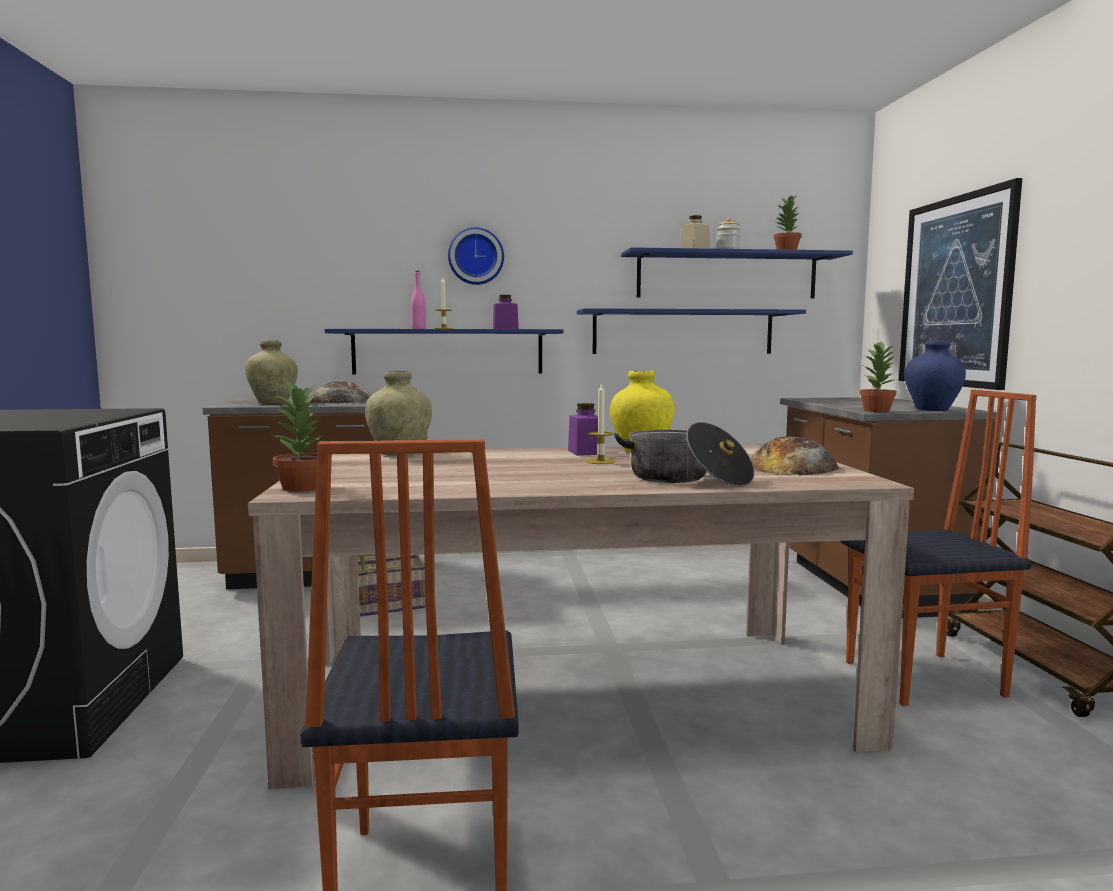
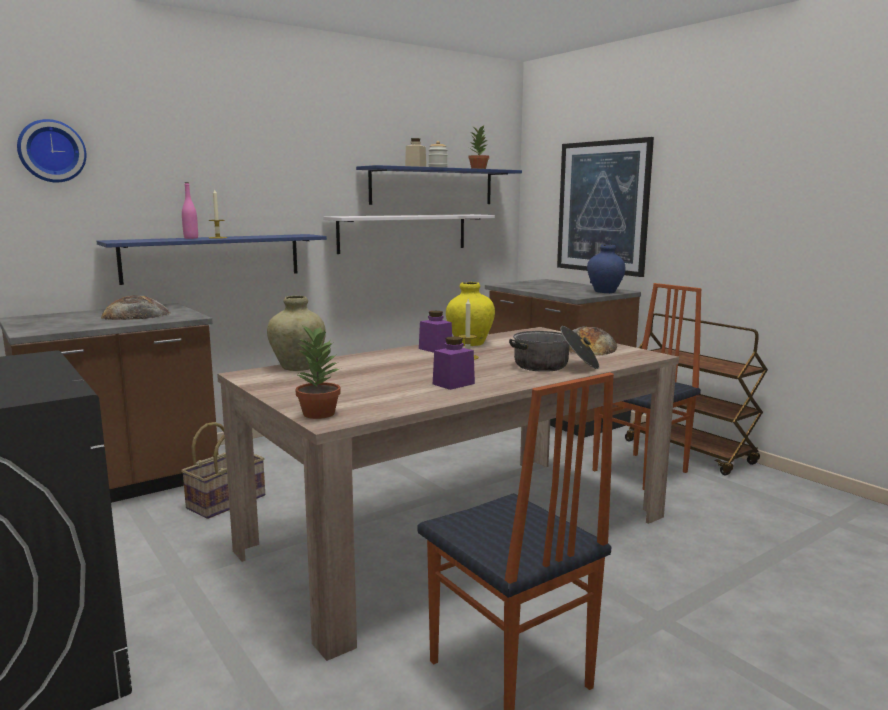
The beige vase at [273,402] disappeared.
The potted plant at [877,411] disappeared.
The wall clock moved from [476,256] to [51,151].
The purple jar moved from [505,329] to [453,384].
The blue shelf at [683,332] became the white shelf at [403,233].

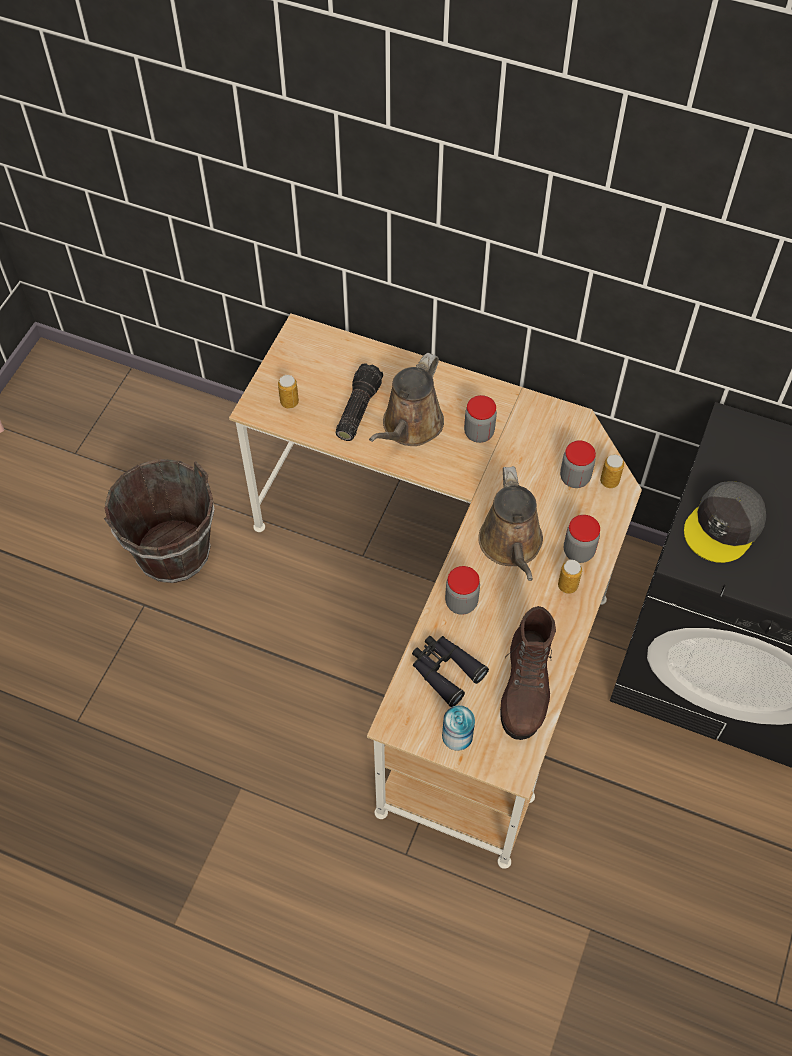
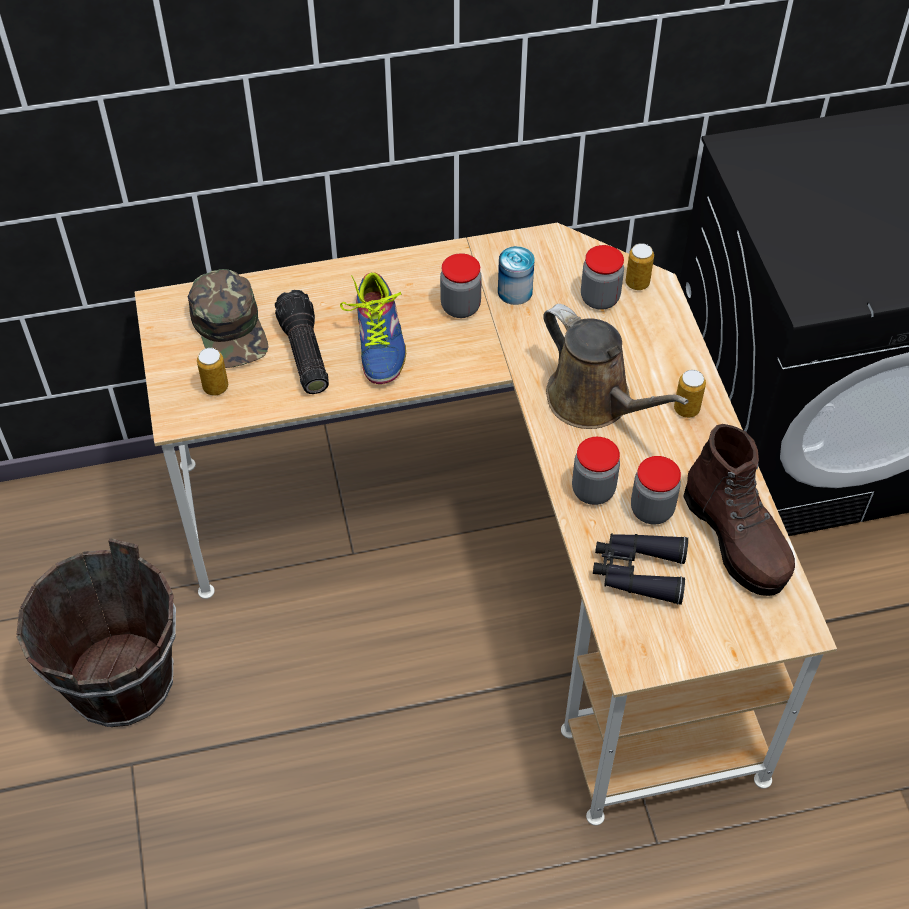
The grey cap at [724,526] disappeared.
The green cap at [230,327] appeared.
The can moved from [457,736] to [515,291].
The jar moved from [578,551] to [652,510].
The brown watering can at [410,427] was replaced by the shoe at [379,340].

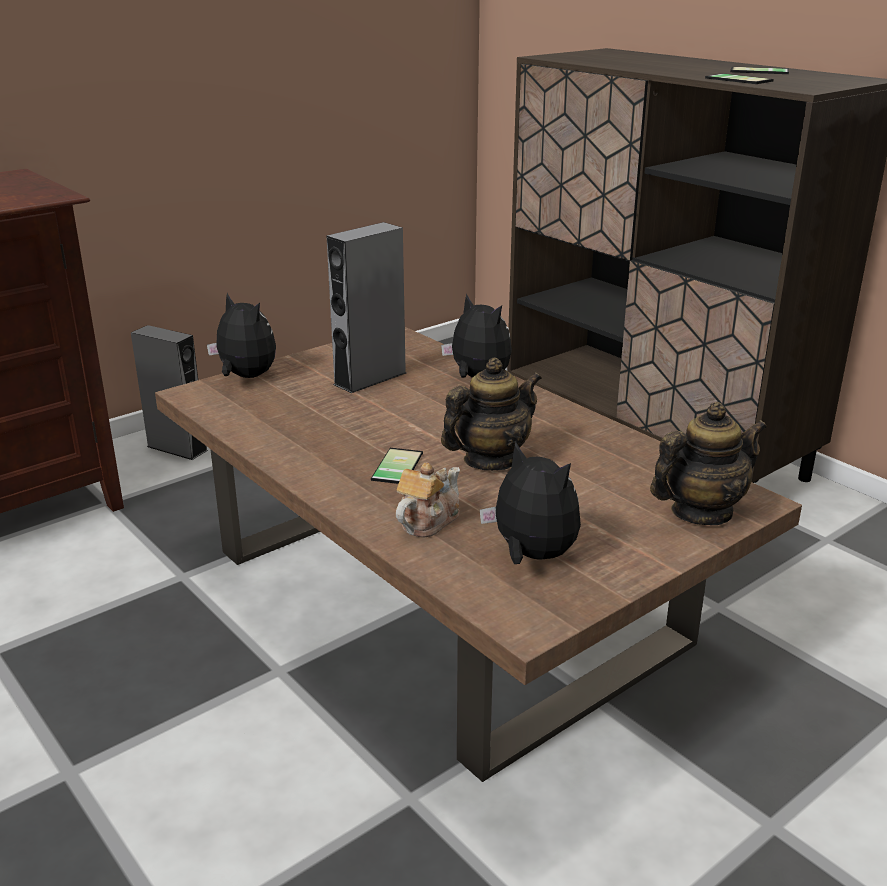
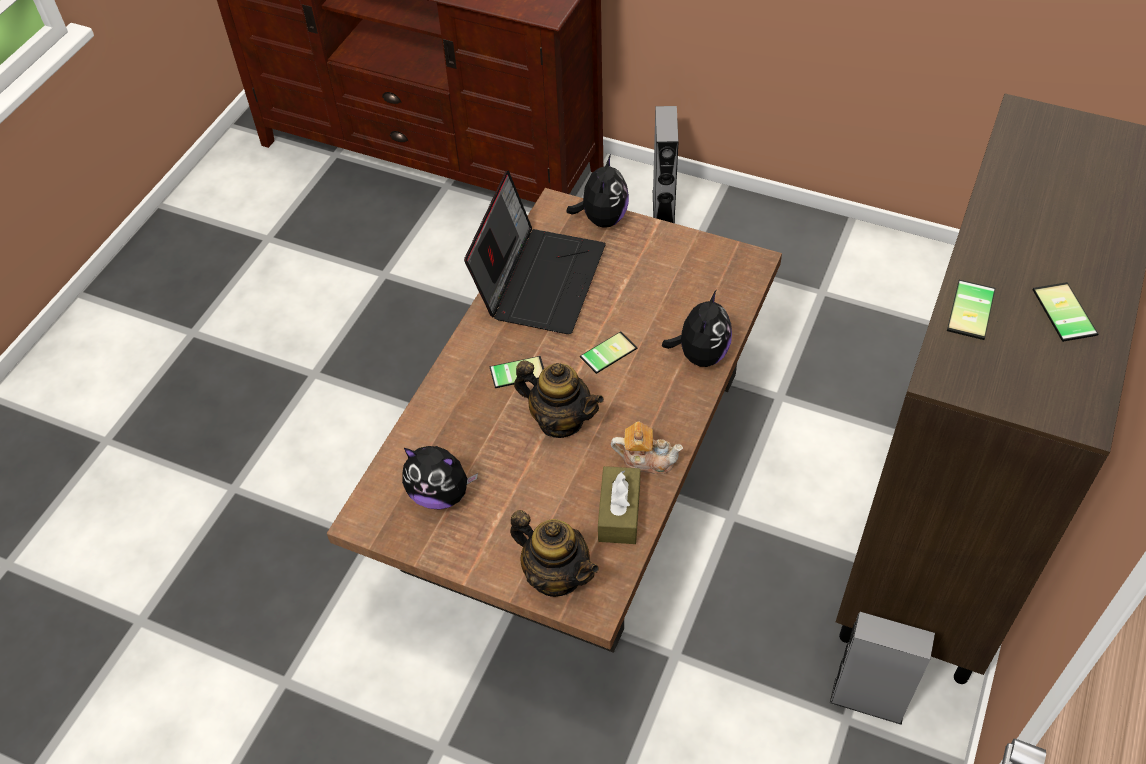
The laptop at [539,279] appeared.
The phone at [606,351] appeared.
The brown tissue box at [619,513] appeared.
The grey speaker moved from [370,378] to [867,700].
The teapot moved from [427,521] to [646,459].
The plush toy at [531,556] turned 90 degrees clockwise.

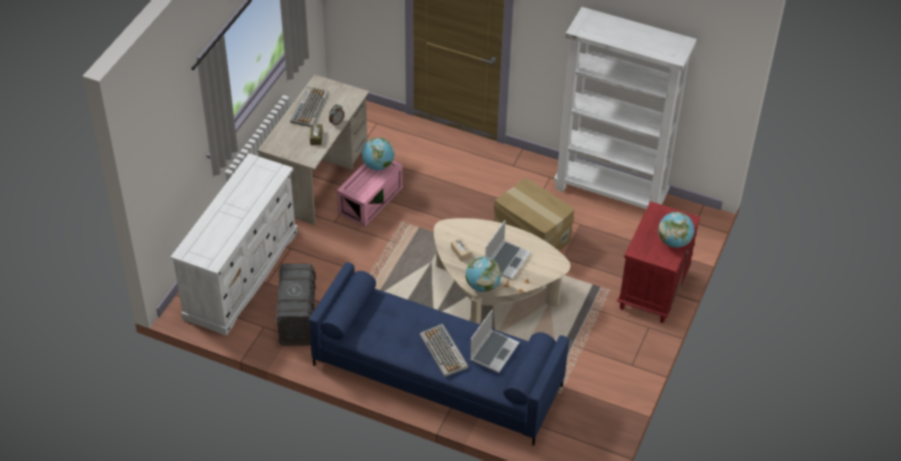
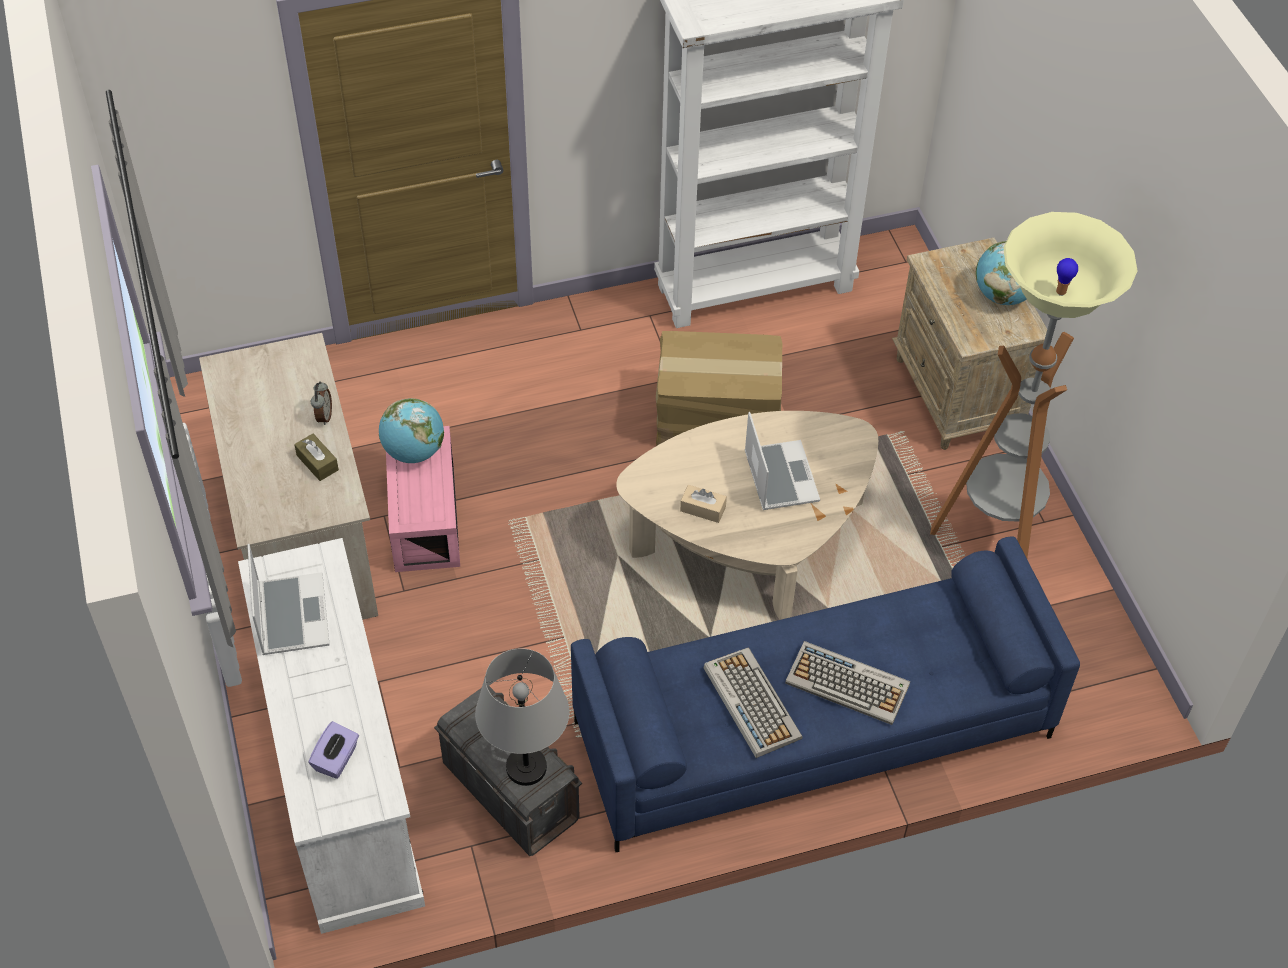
The globe at [482,286] disappeared.
The purple tissue box at [336,759] appeared.
The grey table lamp at [527,767] appeared.
The floor lamp at [993,542] appeared.
The keyboard moved from [309,107] to [750,702].
The laptop moved from [494,351] to [291,614].
The red nightstand at [653,291] became the beige nightstand at [957,395].

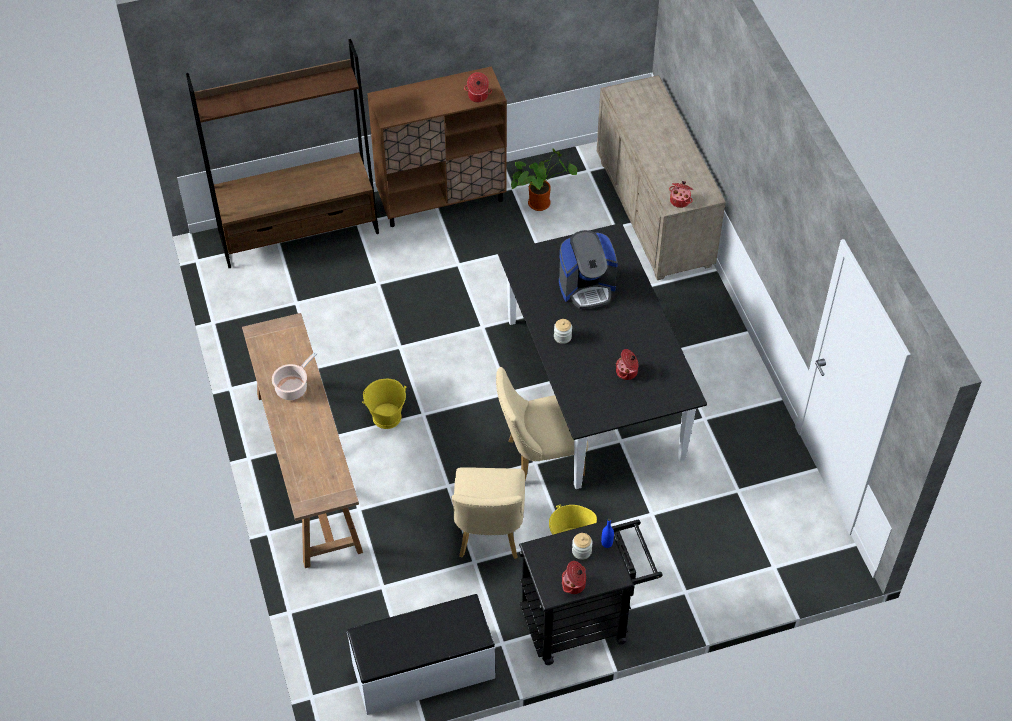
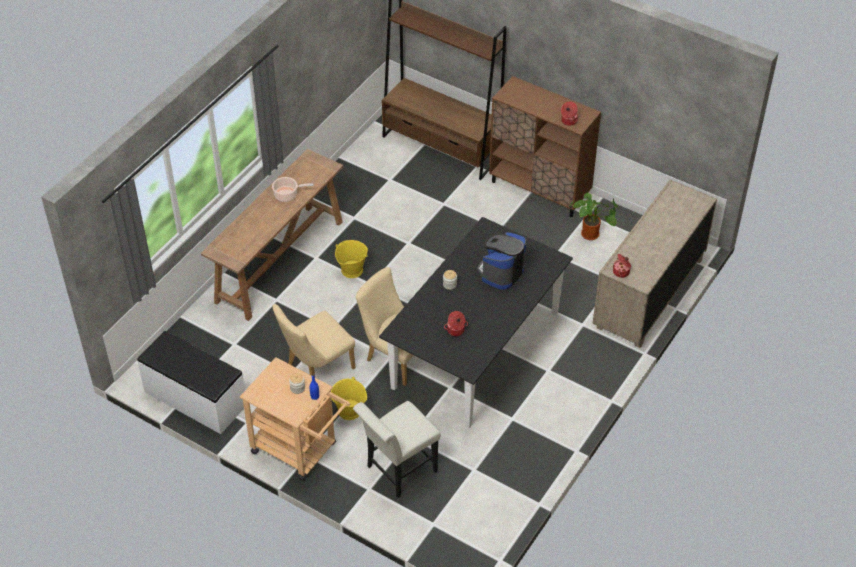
The cooking pot at [574,584] disappeared.
The white chair at [398,471] appeared.
The black cart at [583,620] became the beige cart at [300,451].
The coffee machine at [587,287] turned 90 degrees clockwise.

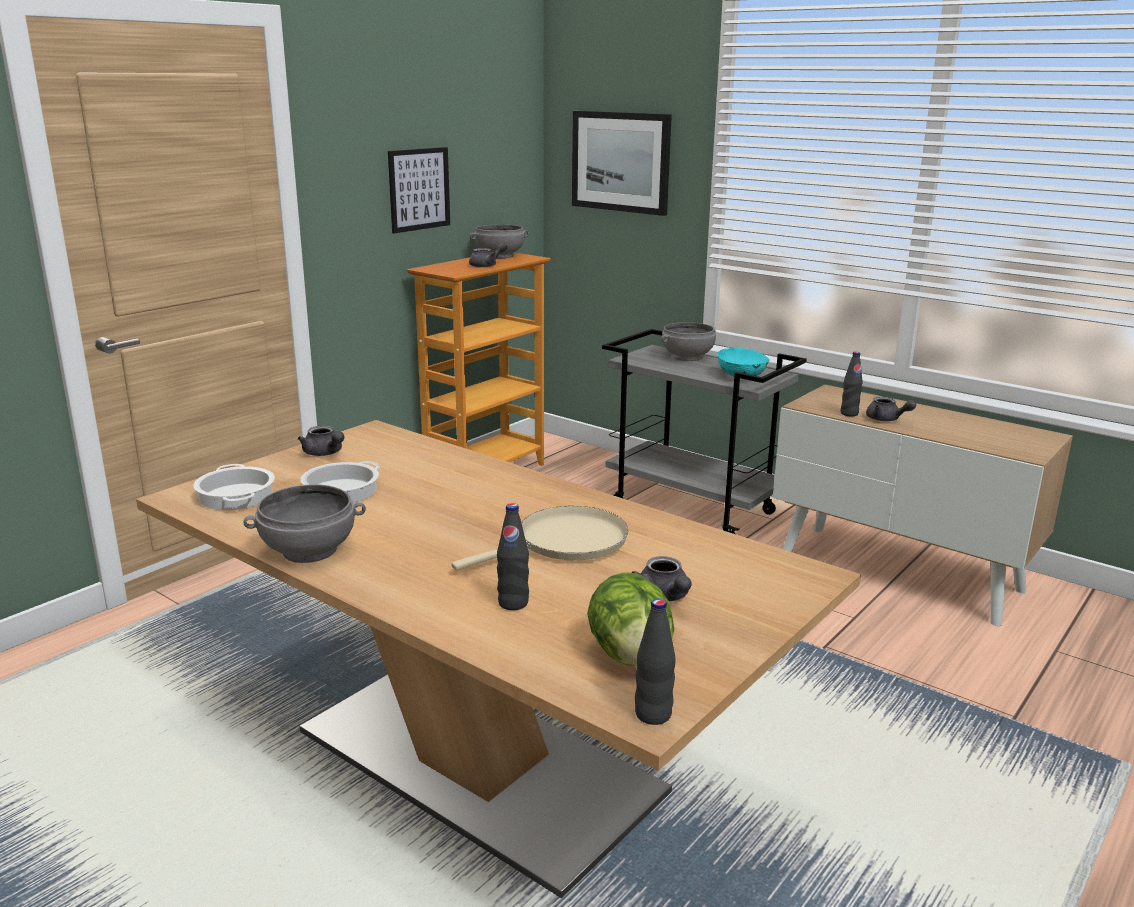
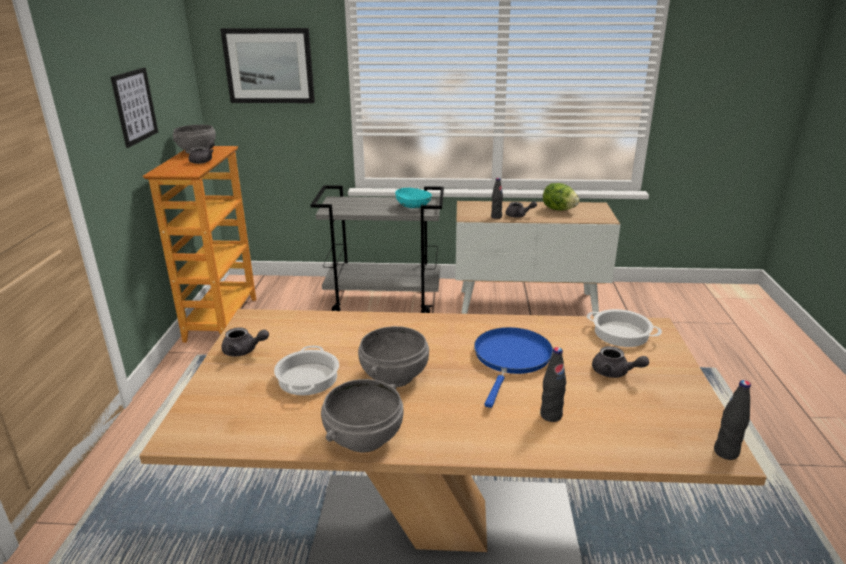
The cooking pot moved from [235,496] to [620,333].
The lettuce moved from [631,656] to [559,209].
The grey bowl moved from [687,357] to [395,376].
The beige frying pan at [565,543] became the blue frying pan at [511,359].

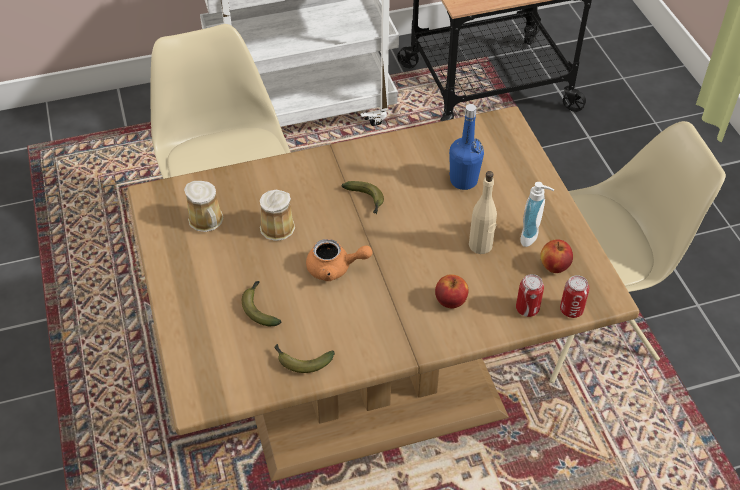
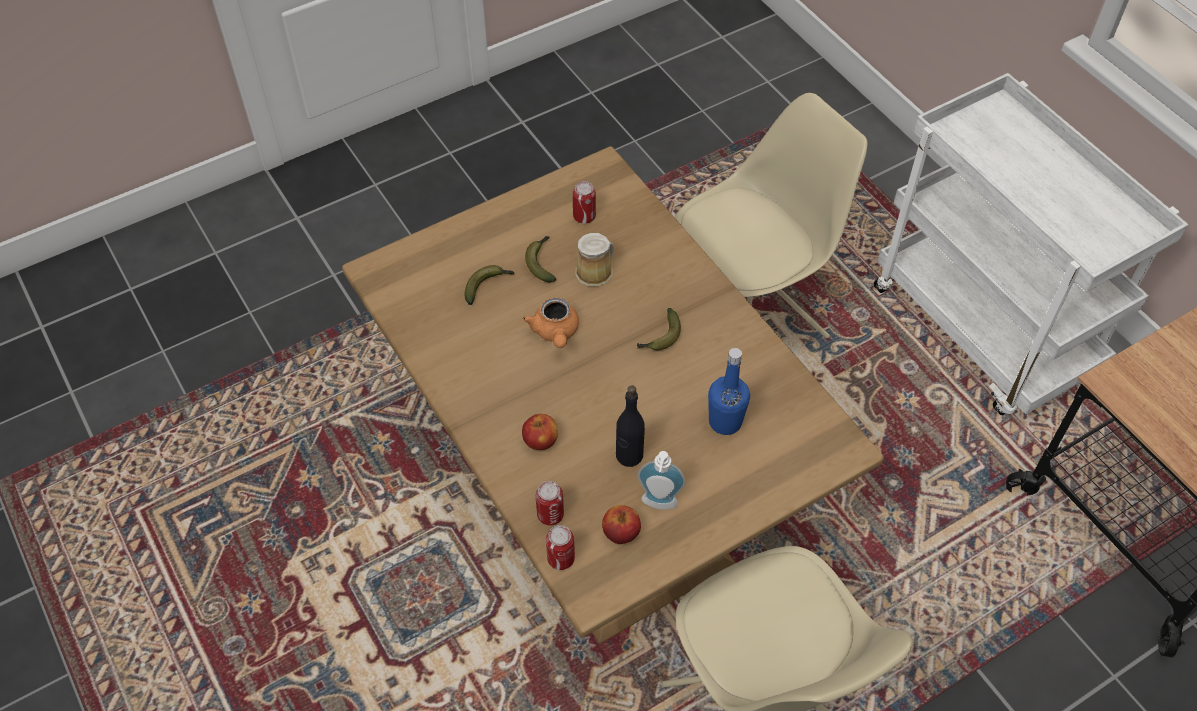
The banana moved from [301,361] to [542,262].
The mug at [207,221] was replaced by the can at [584,216].
The beige bottle at [480,245] became the black bottle at [629,455].

